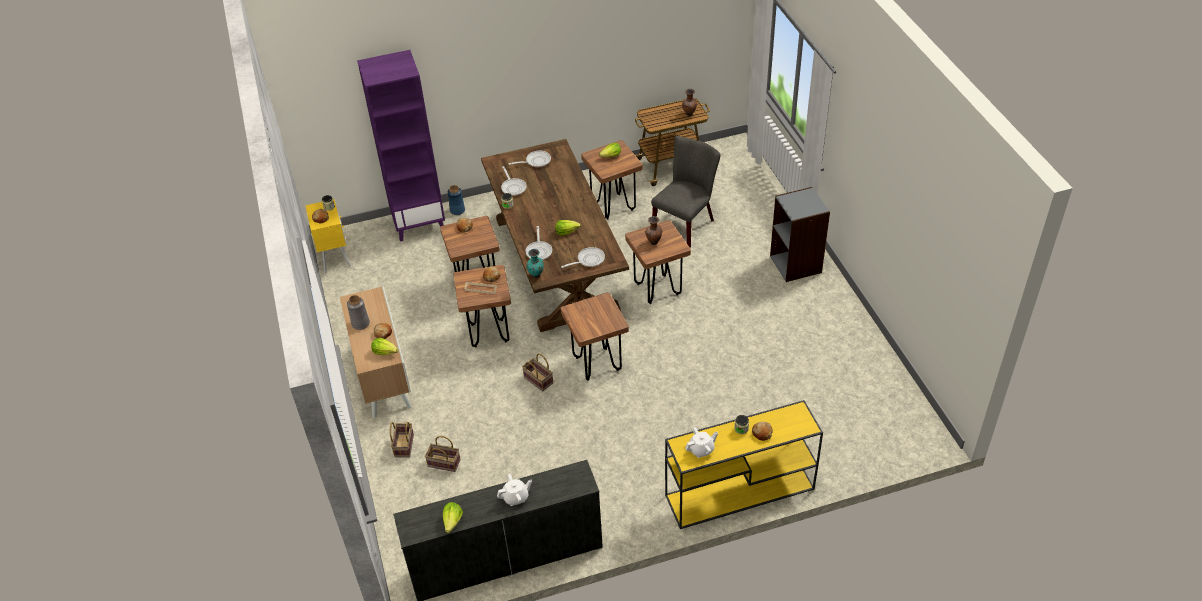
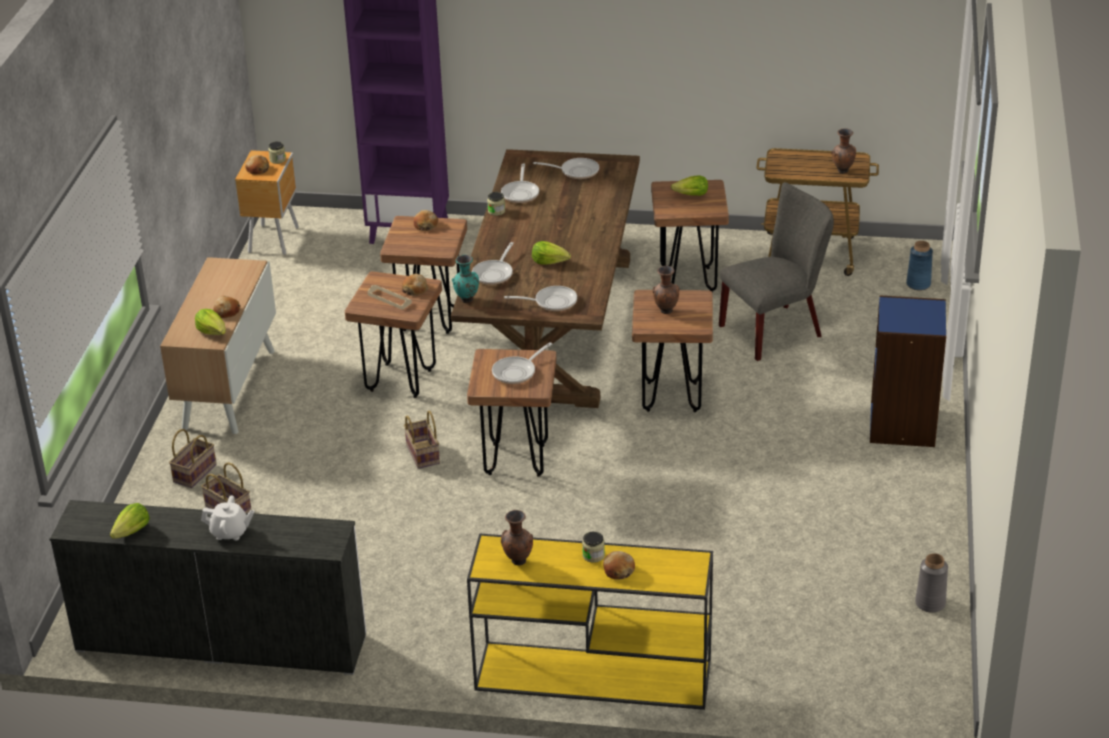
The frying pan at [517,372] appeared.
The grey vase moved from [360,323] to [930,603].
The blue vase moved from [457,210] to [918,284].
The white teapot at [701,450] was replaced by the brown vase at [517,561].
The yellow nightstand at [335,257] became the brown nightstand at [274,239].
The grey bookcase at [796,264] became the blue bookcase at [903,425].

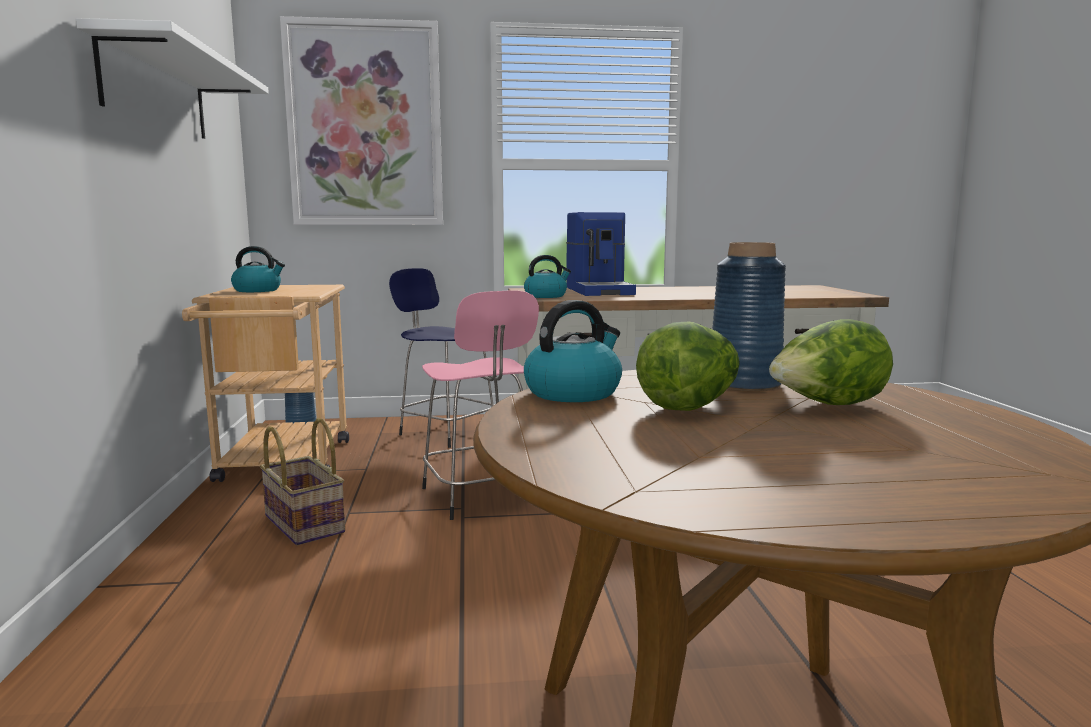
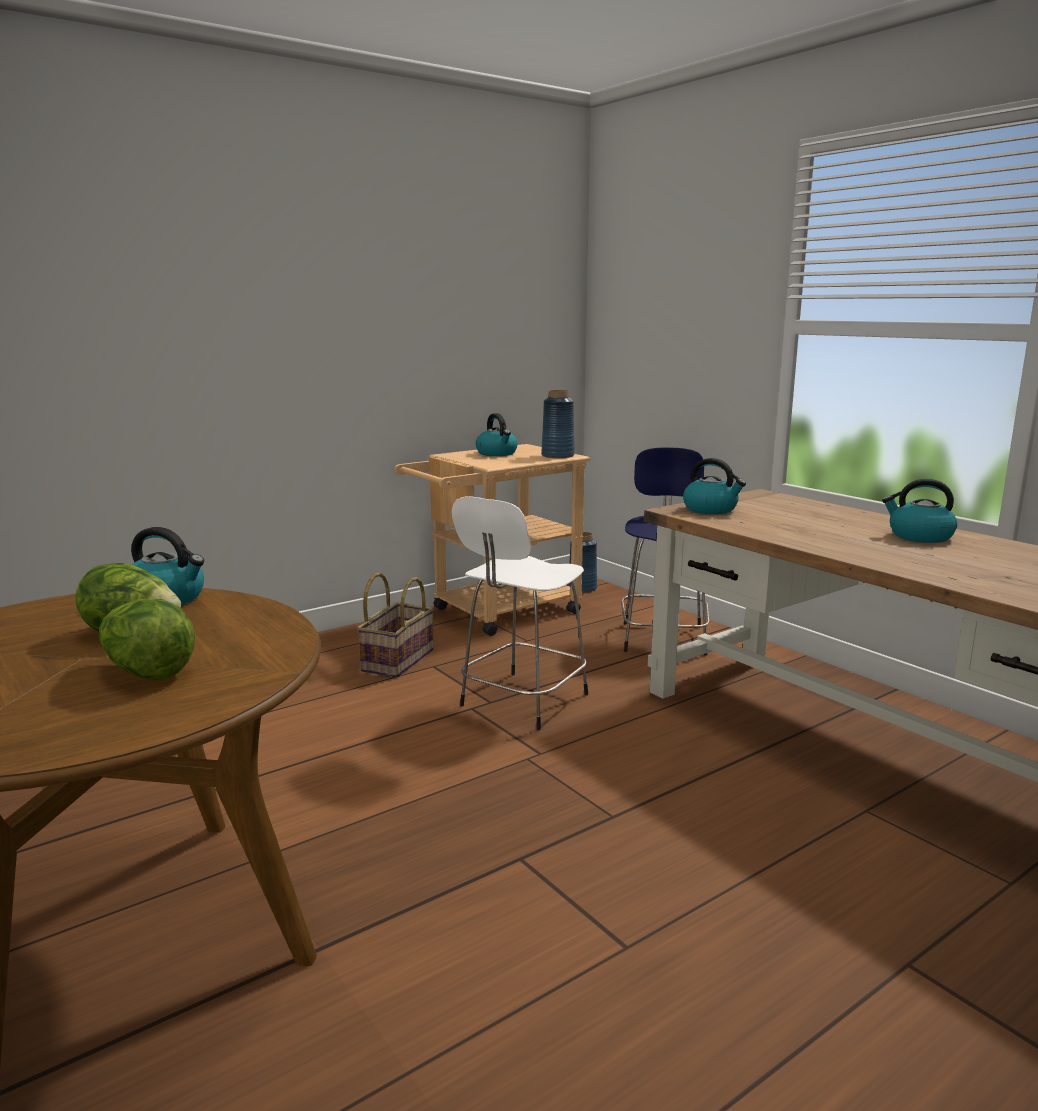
The white shelf at [156,92] disappeared.
The picture at [365,125] disappeared.
The coffee machine at [600,291] disappeared.
The kettle at [919,536] appeared.
The blue vase moved from [744,383] to [558,455].
The pink stool at [480,497] became the white stool at [522,702].

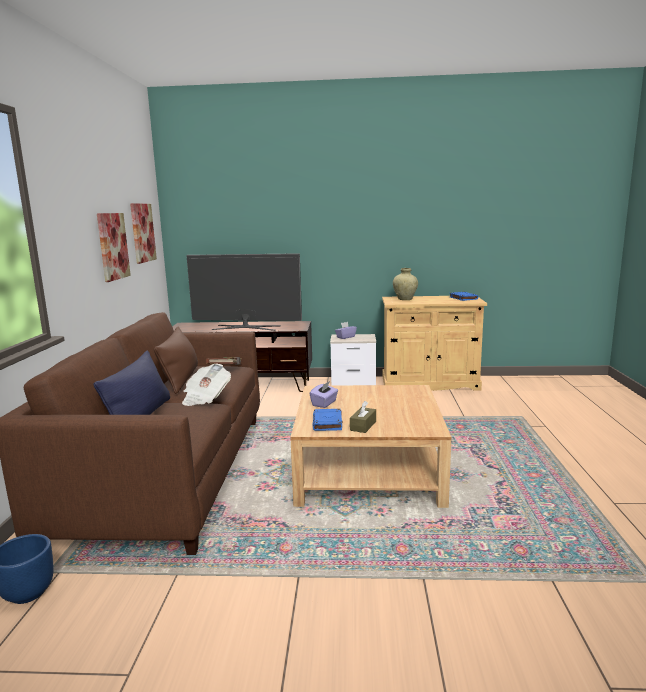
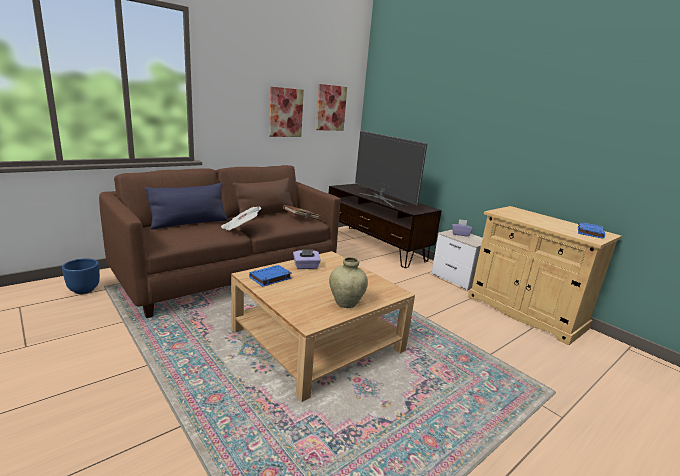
The brown tissue box at [363,426] disappeared.
The beige vase moved from [405,299] to [346,303].

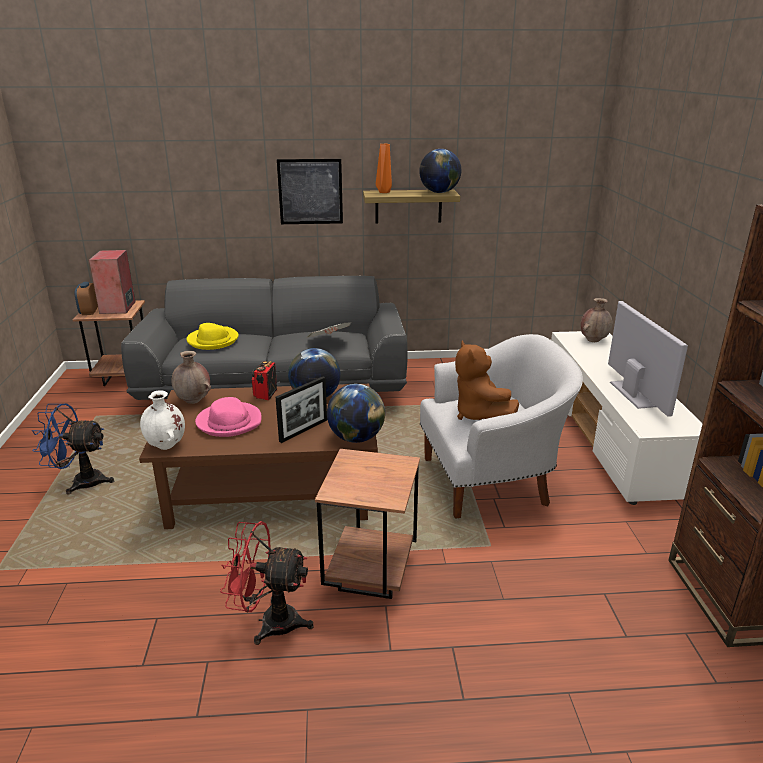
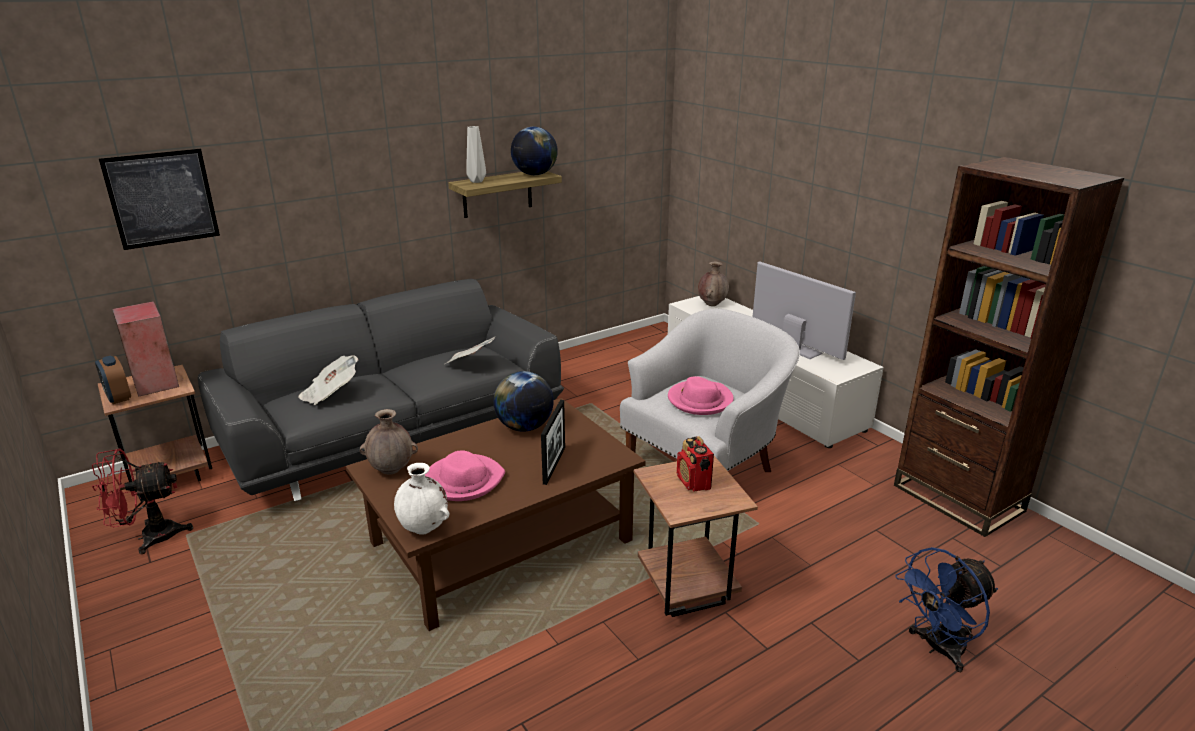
The globe at [356,438] disappeared.
The blue fan moved from [80,482] to [937,648].
The red fan moved from [269,622] to [149,537].
The radio moved from [265,394] to [693,483].
The picture moved from [310,191] to [162,198].
The yellow hat at [213,340] was replaced by the newspaper at [330,394].
The brown plush toy at [479,415] was replaced by the pink hat at [700,400].
The orange vase at [383,192] became the grey vase at [475,181].

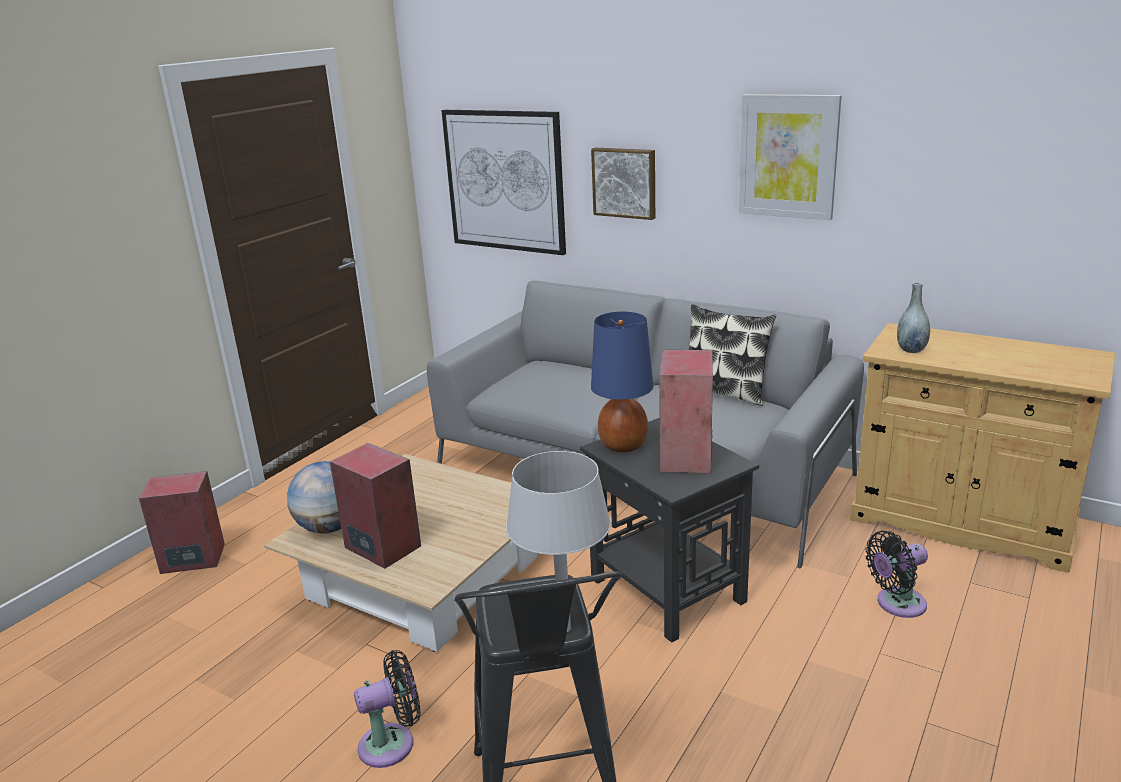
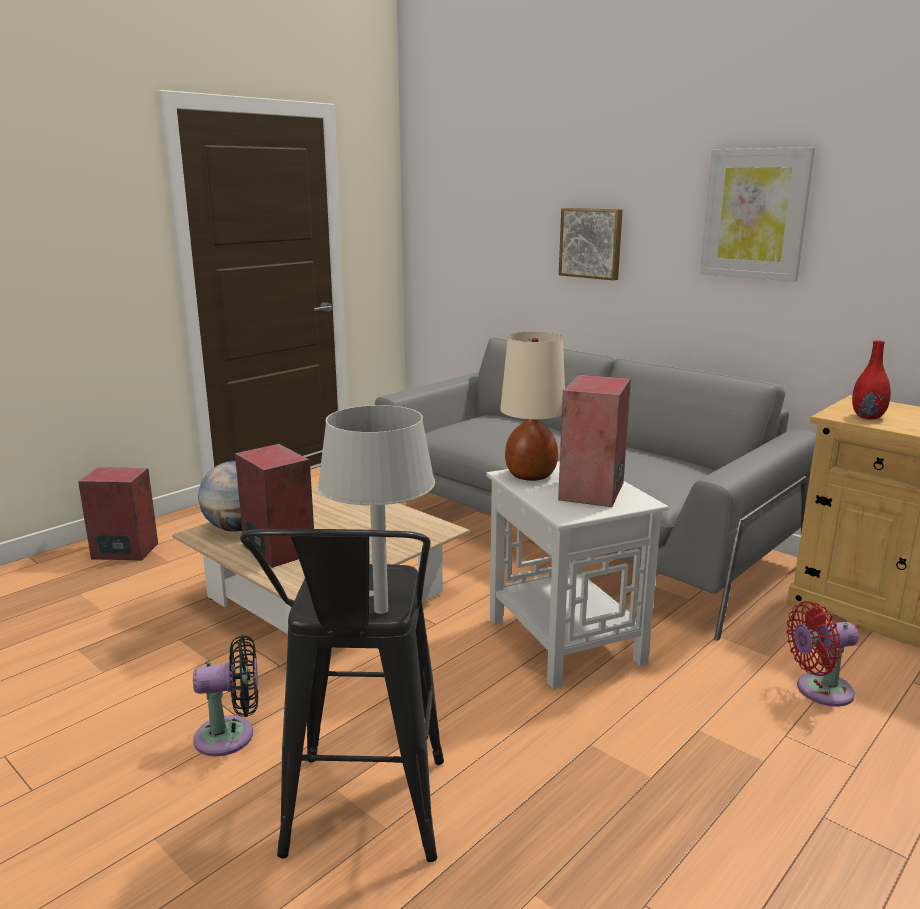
The picture at [505,181] disappeared.
The pillow at [724,392] disappeared.
The black side table at [666,589] became the white side table at [564,639].
The blue table lamp at [623,446] became the beige table lamp at [530,475].
The black fan at [897,604] became the red fan at [819,690].
The grey vase at [911,350] became the red vase at [867,416].

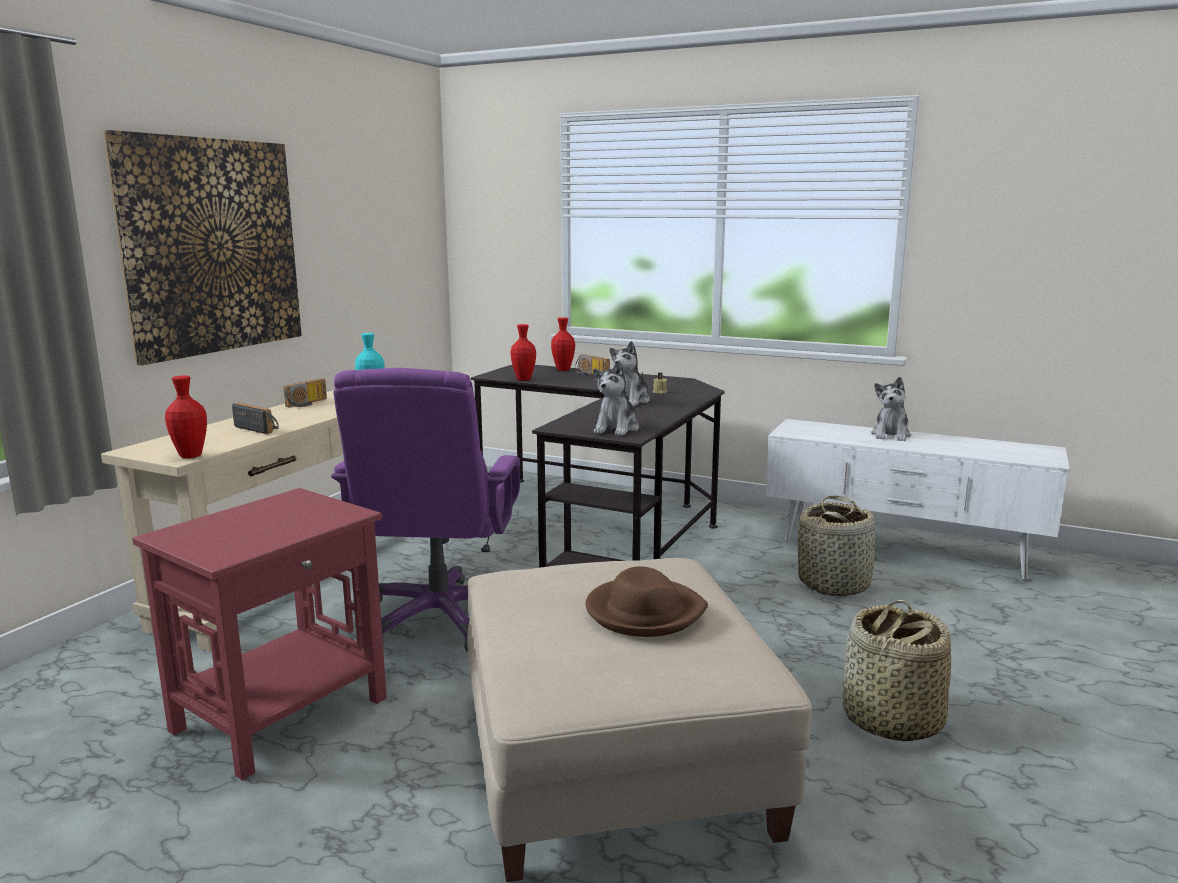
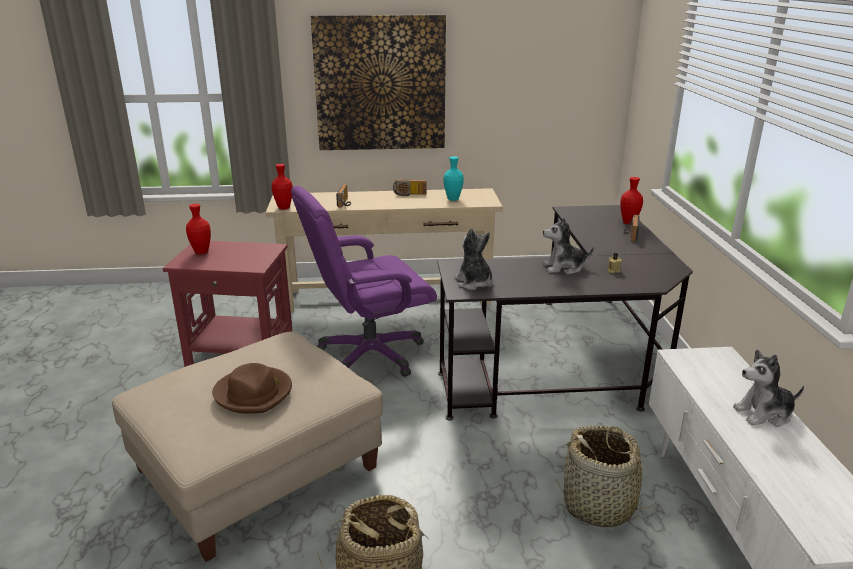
The red vase moved from [523,379] to [201,252].
The plush toy at [616,429] turned 75 degrees clockwise.

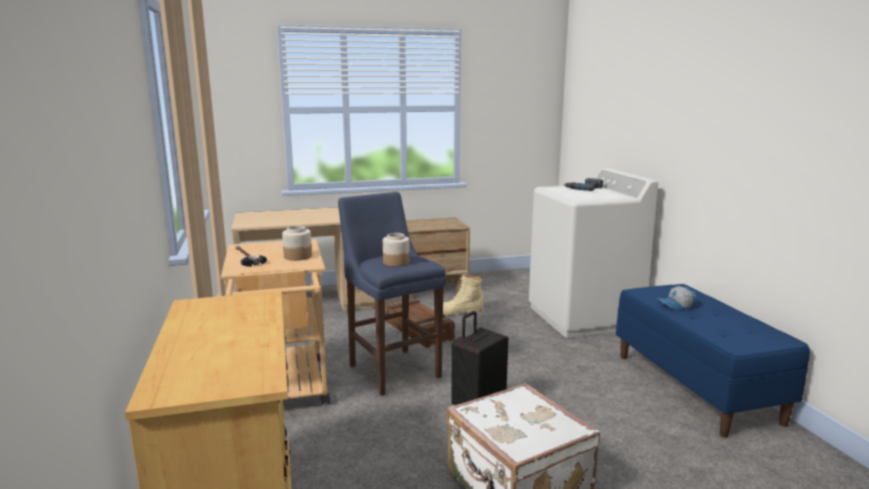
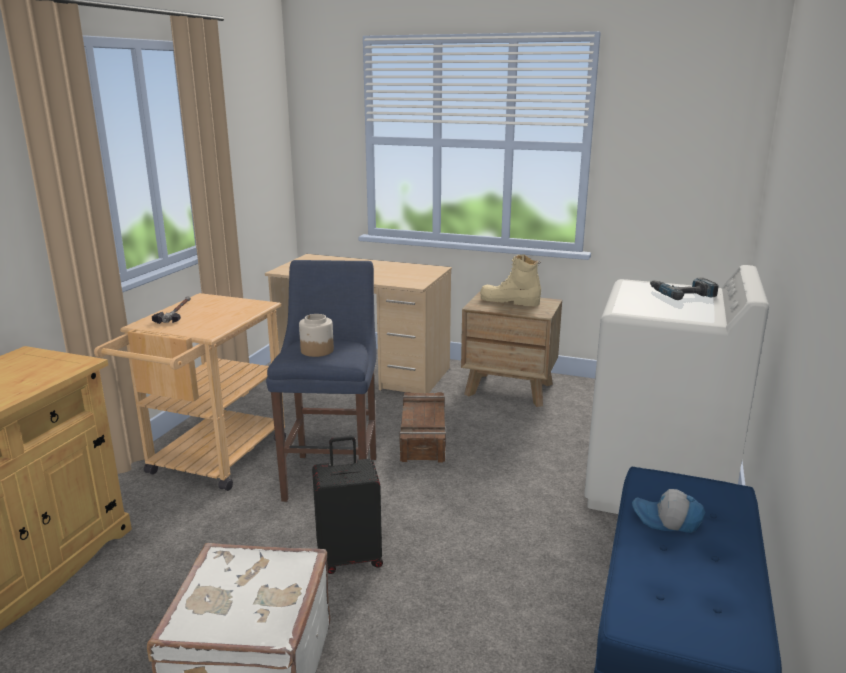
The jar at [297,256] disappeared.
The beige boot moved from [459,311] to [509,301].

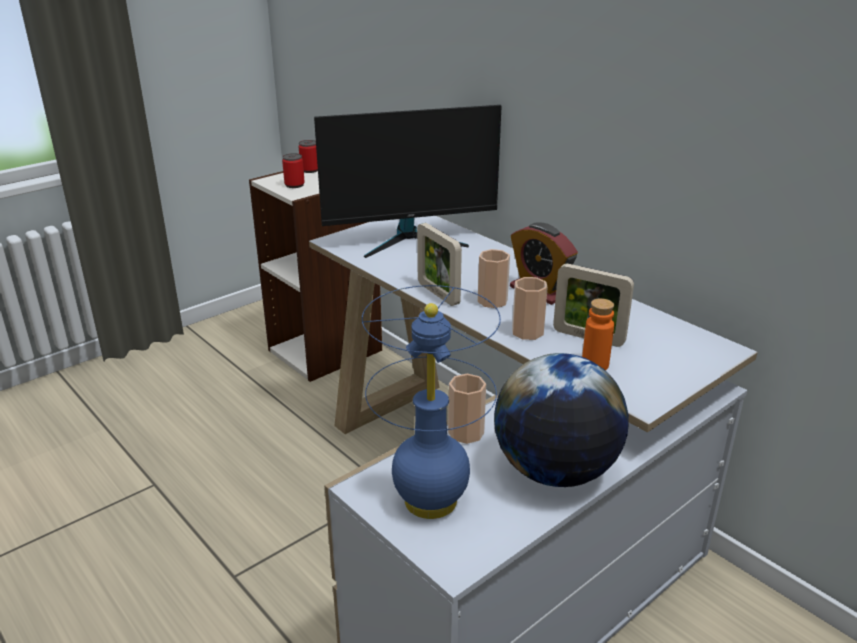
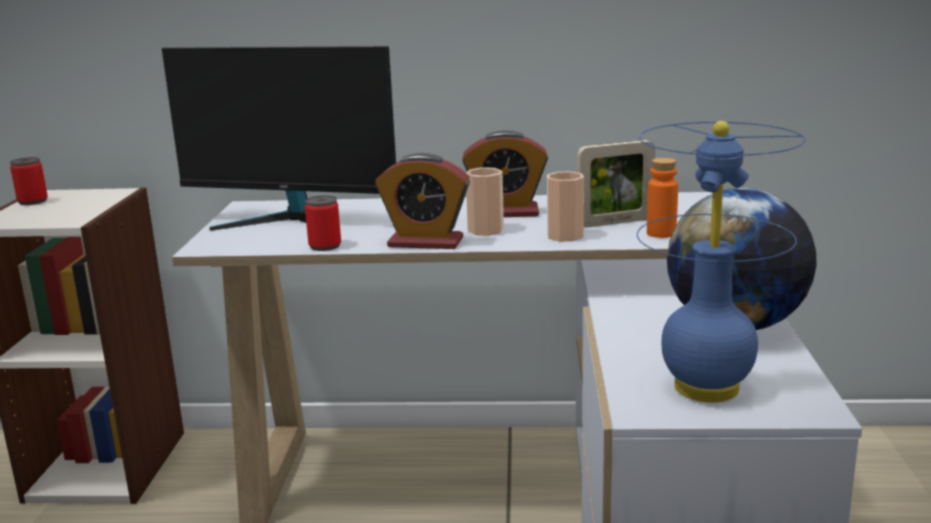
The cup at [466,433] disappeared.
The can moved from [294,185] to [325,246].
The picture frame at [438,294] was replaced by the alarm clock at [425,242].
The monitor at [410,239] turned 75 degrees clockwise.

